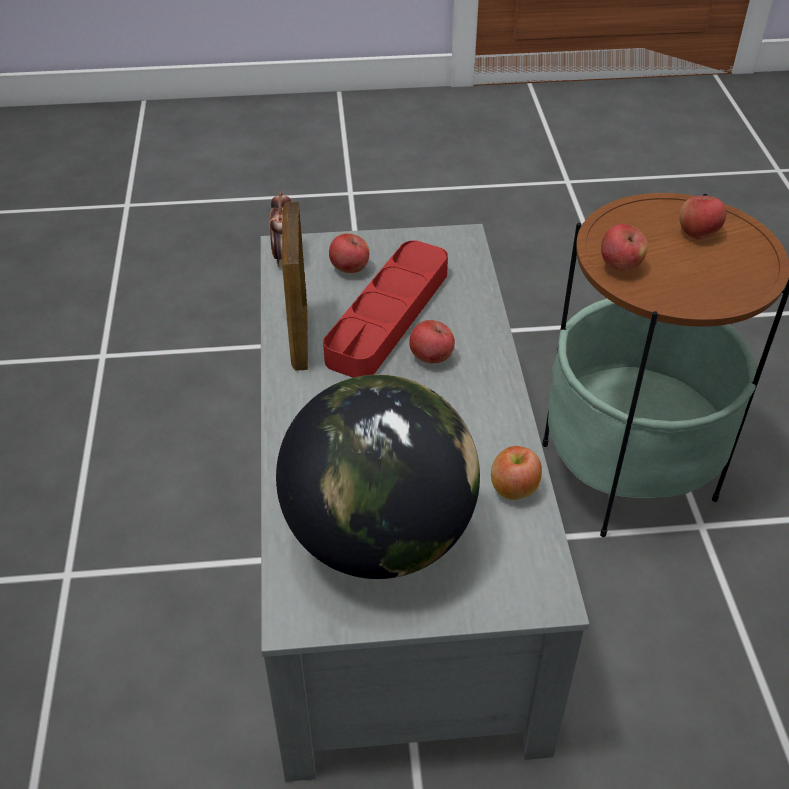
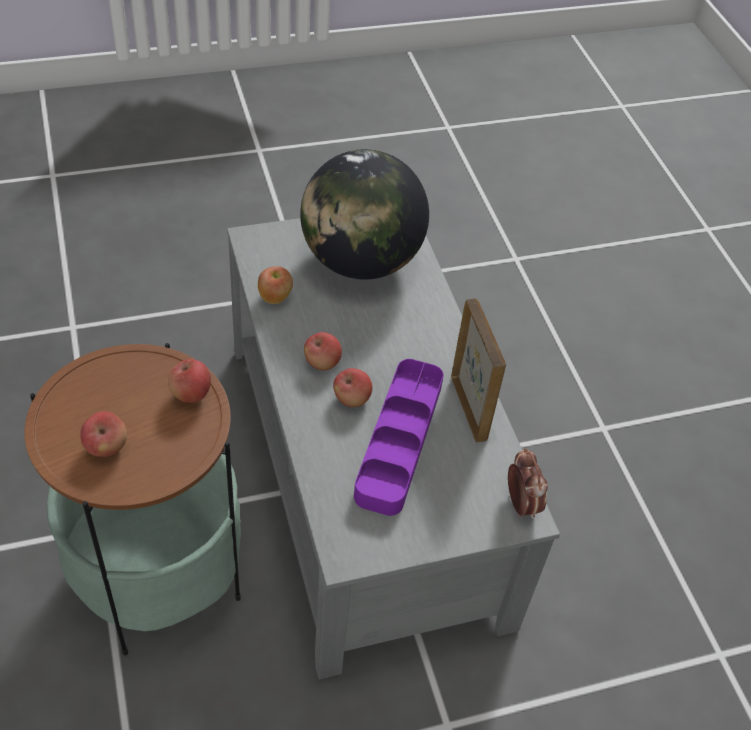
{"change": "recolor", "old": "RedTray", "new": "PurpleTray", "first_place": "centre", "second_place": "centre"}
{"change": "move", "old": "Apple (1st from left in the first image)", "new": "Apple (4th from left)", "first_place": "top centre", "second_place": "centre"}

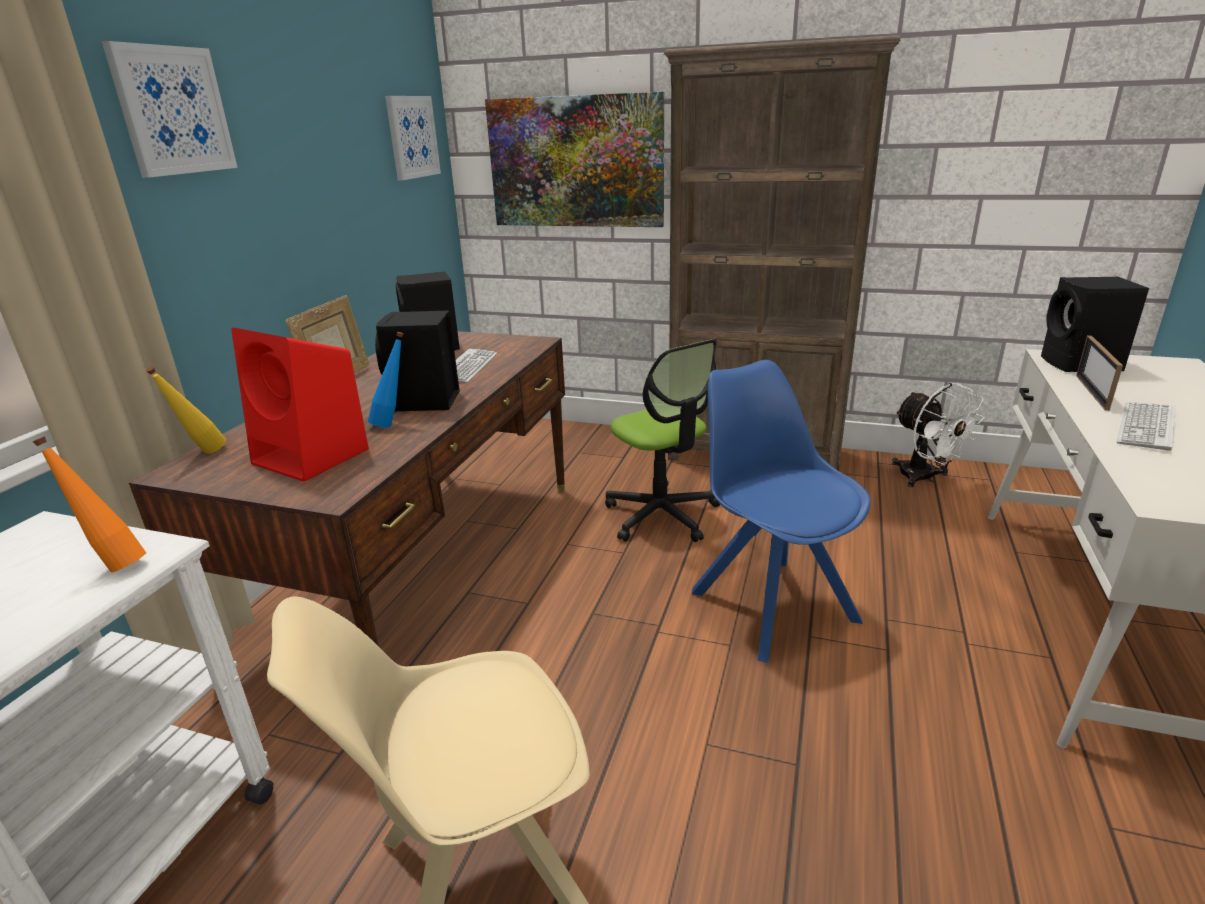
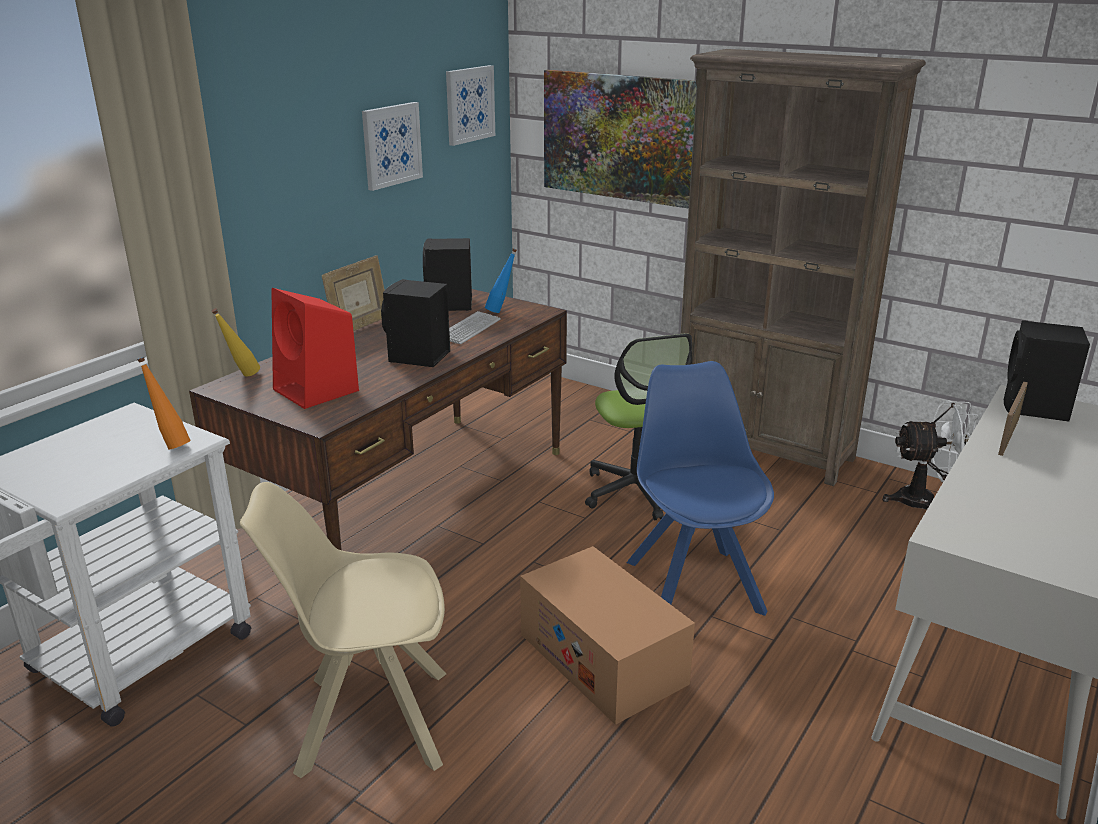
{"change": "move", "old": "Picture (1st from left)", "first_place": "top left", "second_place": "top centre"}
{"change": "move", "old": "BlueBottle", "first_place": "middle left", "second_place": "centre"}
{"change": "rotate", "old": "WhiteFan", "first_place": "middle right", "second_place": "middle right", "degrees": -75}
{"change": "delete", "old": "Keyboard (2nd from left)", "first_place": "middle right"}
{"change": "insert", "new": "CardboardBox", "second_place": "bottom centre"}

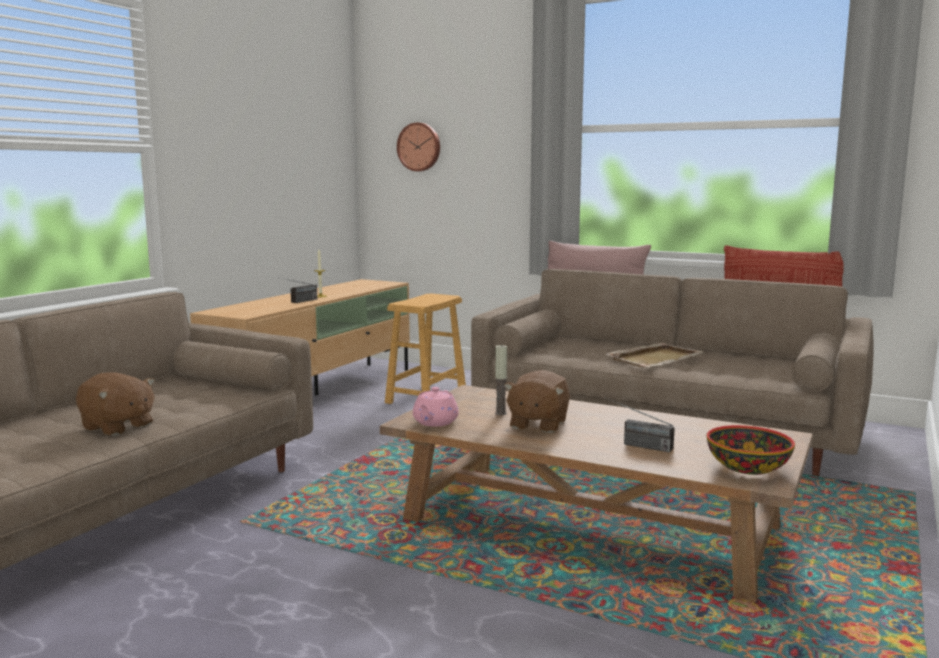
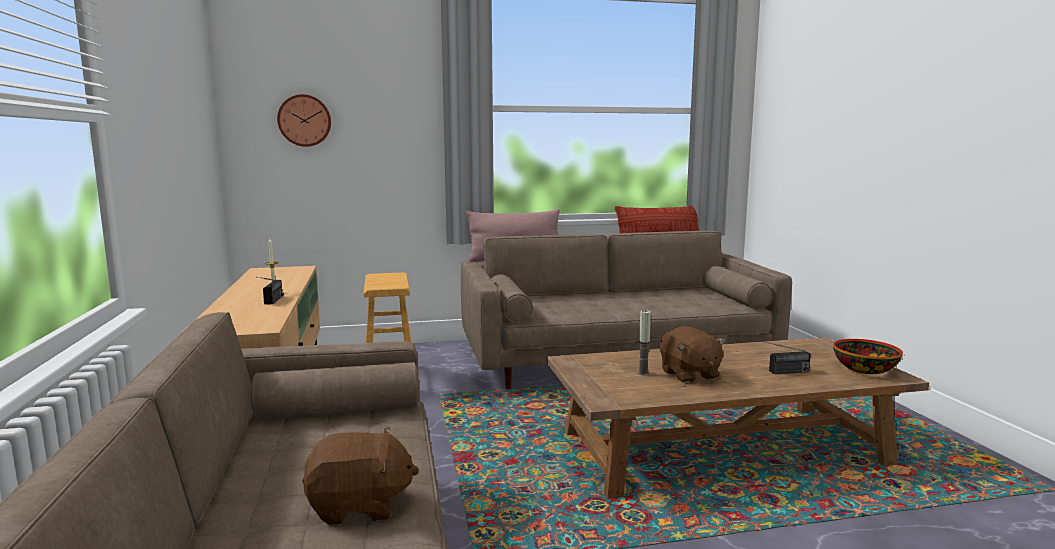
{"change": "delete", "old": "PinkTeapot", "first_place": "centre"}
{"change": "delete", "old": "BeigeTray", "first_place": "middle right"}

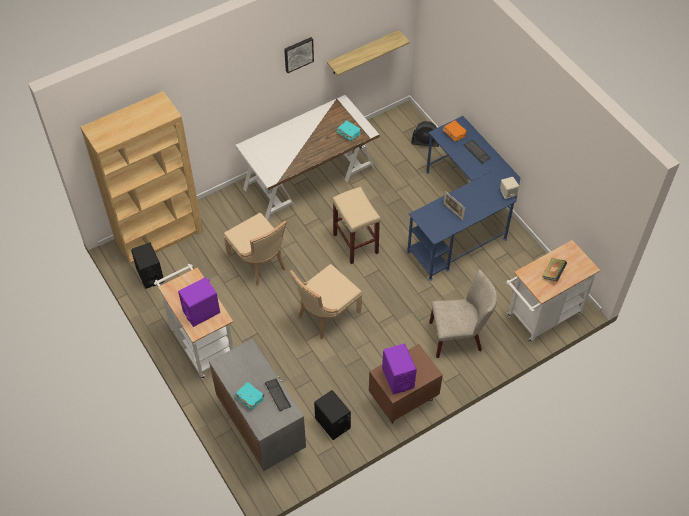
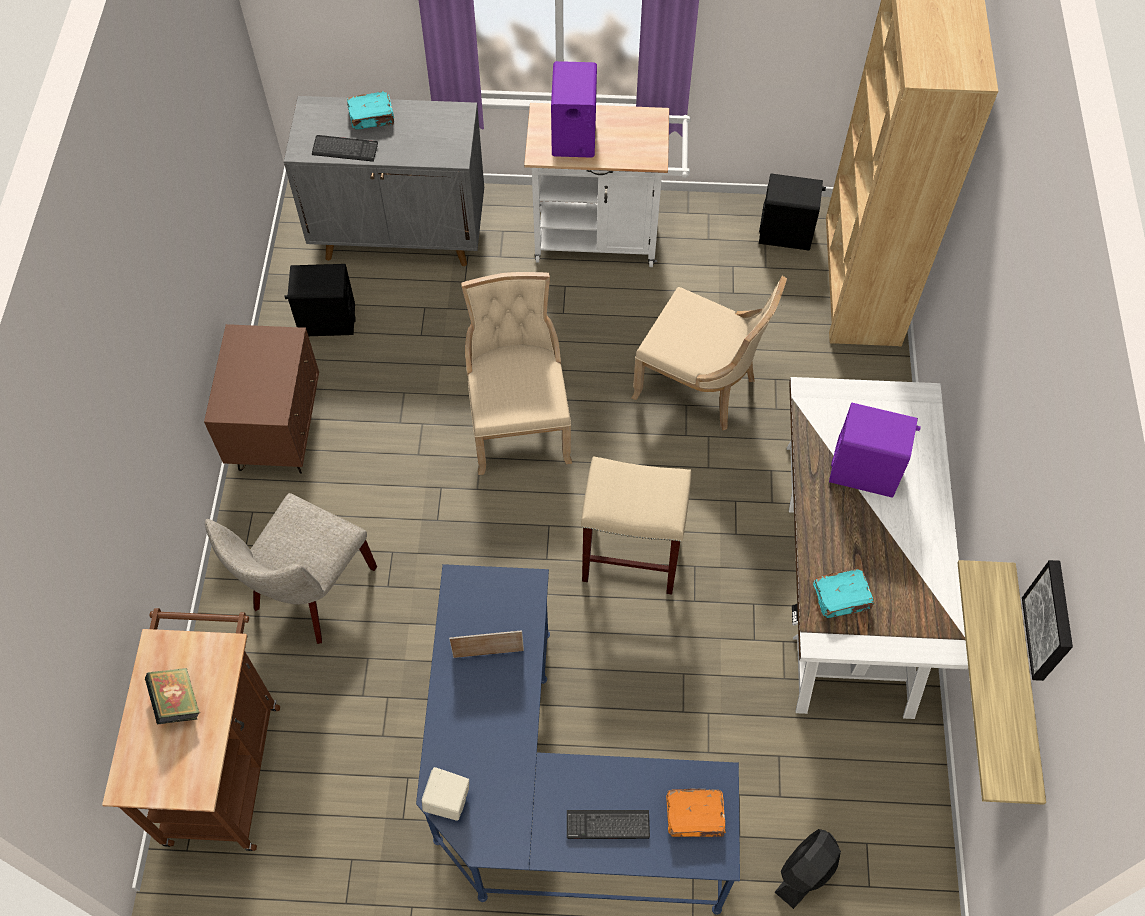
{"change": "rotate", "old": "BeigeChair (1st from left in the first image)", "first_place": "centre", "second_place": "centre", "degrees": -150}
{"change": "move", "old": "Picture", "first_place": "top centre", "second_place": "bottom right"}
{"change": "move", "old": "PurpleSpeaker (2nd from left)", "first_place": "bottom centre", "second_place": "middle right"}
{"change": "recolor", "old": "WhiteCart (2nd from left)", "new": "BrownCart", "first_place": "middle right", "second_place": "bottom left"}

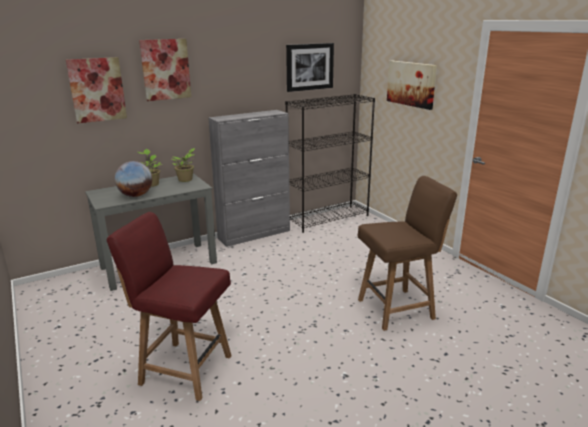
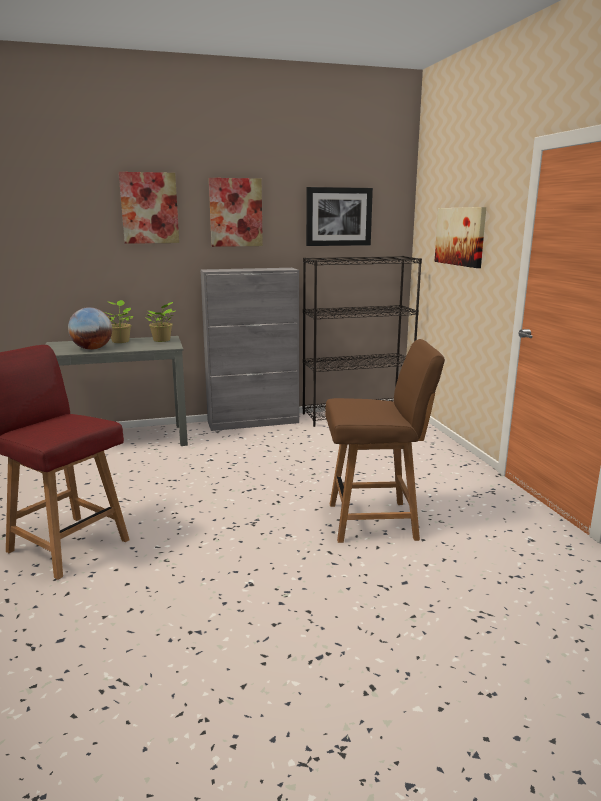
{"change": "move", "old": "Picture (1st from left in the first image)", "new": "Picture (2nd from left)", "first_place": "top left", "second_place": "top centre"}

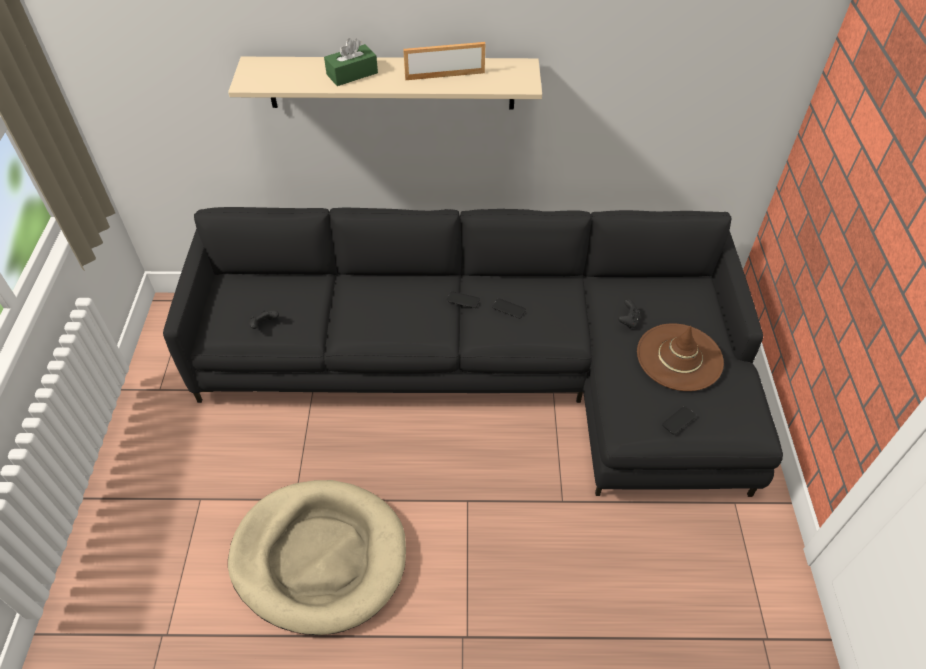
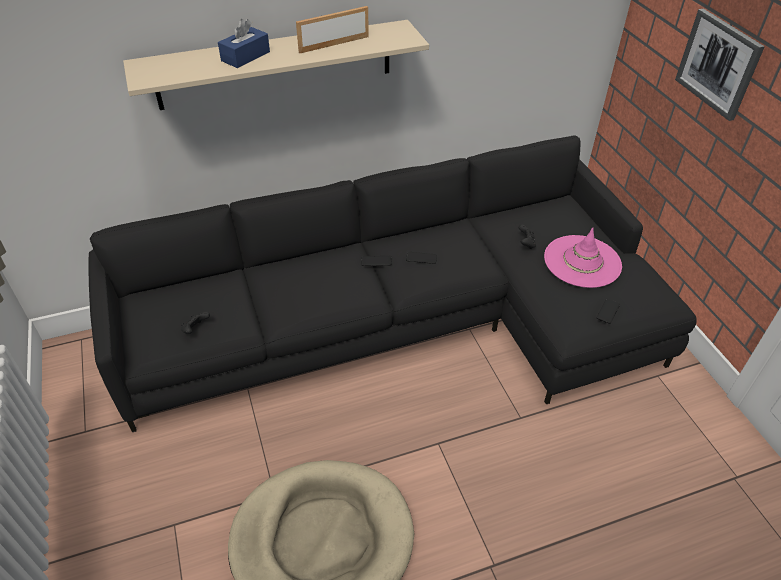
{"change": "recolor", "old": "GreenTissueBox", "new": "BlueTissueBox", "first_place": "top centre", "second_place": "top left"}
{"change": "recolor", "old": "BrownHat", "new": "PinkHat", "first_place": "middle right", "second_place": "middle right"}
{"change": "insert", "new": "Picture", "second_place": "top right"}

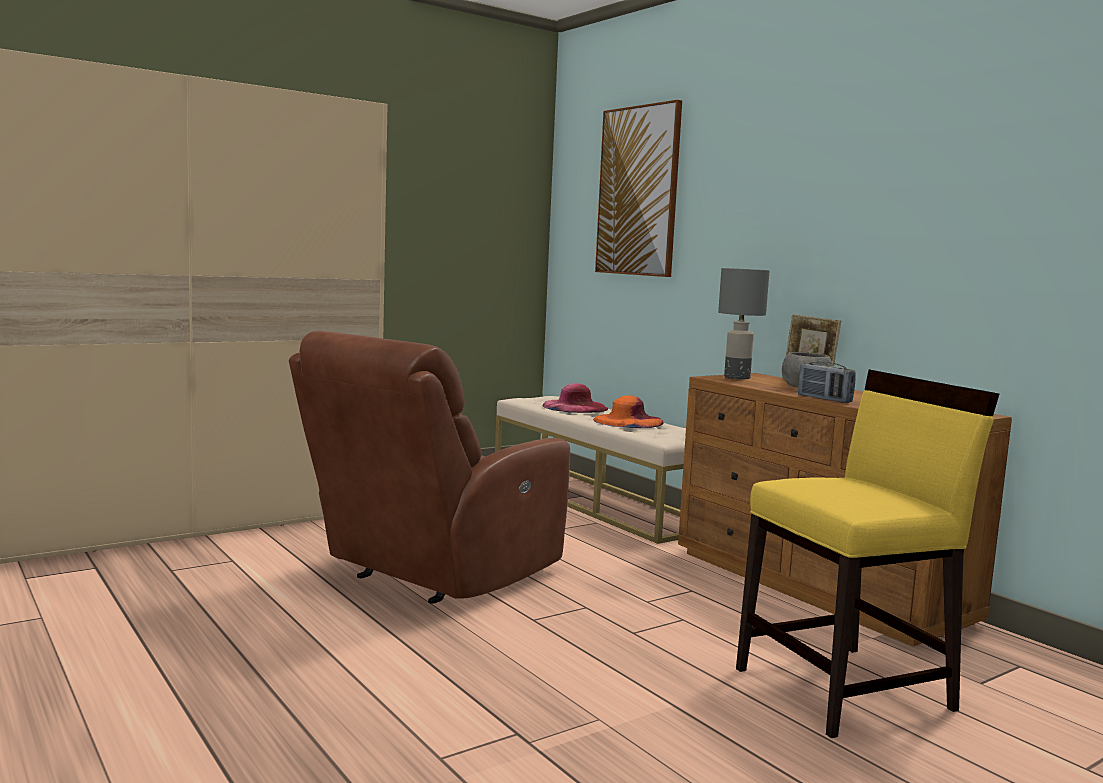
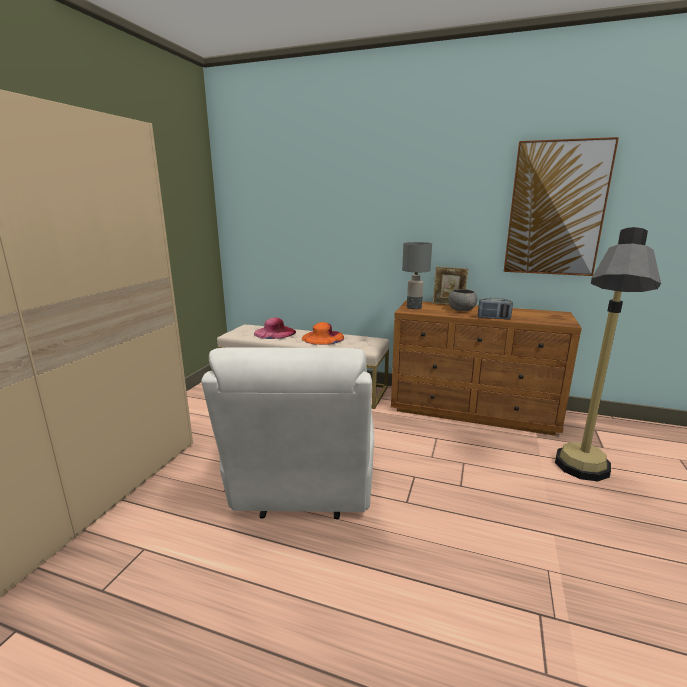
{"change": "recolor", "old": "BrownArmchair", "new": "WhiteArmchair", "first_place": "centre", "second_place": "centre"}
{"change": "move", "old": "Picture", "first_place": "top centre", "second_place": "top right"}
{"change": "replace", "old": "YellowChair", "new": "FloorLamp", "first_place": "bottom right", "second_place": "middle right"}

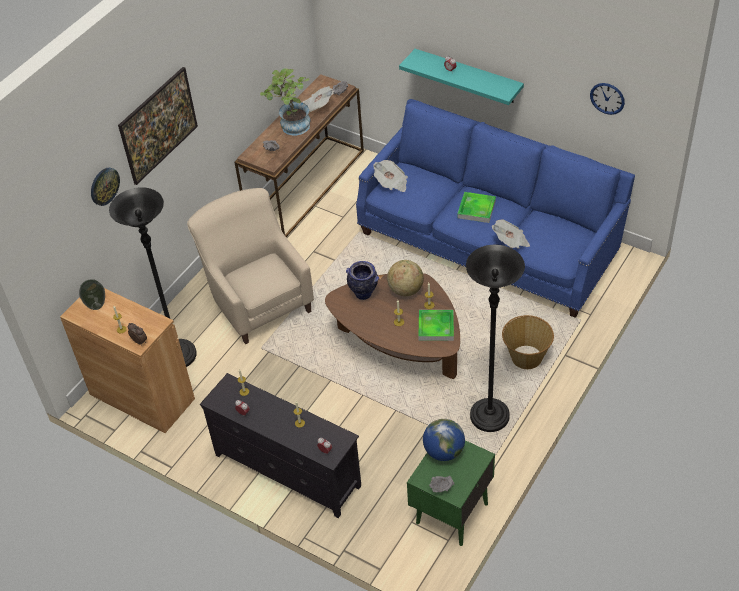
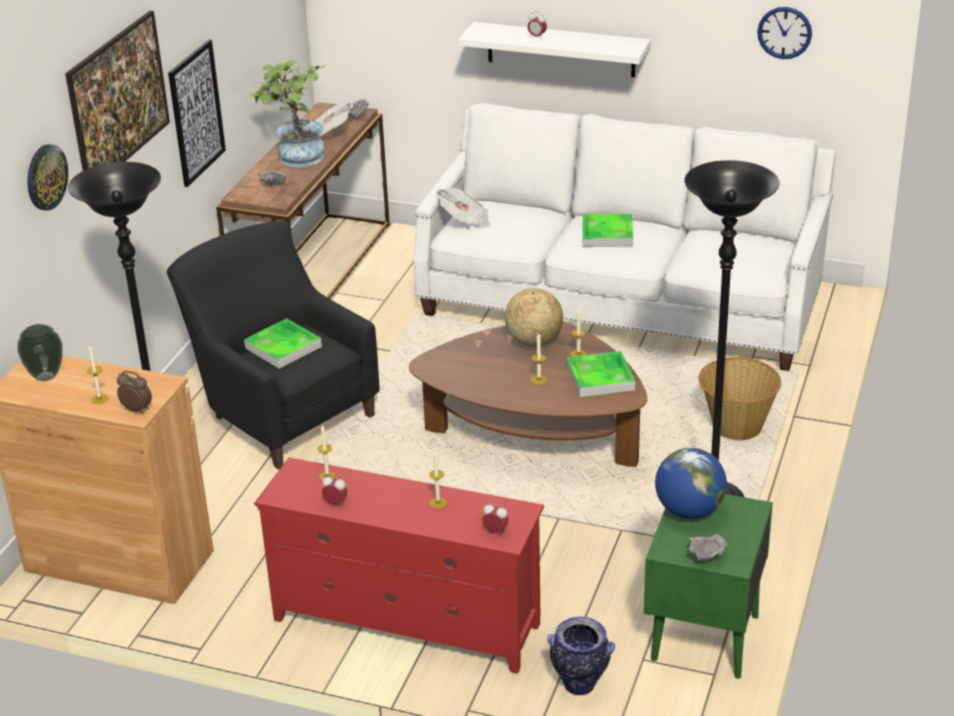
{"change": "recolor", "old": "BeigeArmchair", "new": "BlackArmchair", "first_place": "centre", "second_place": "middle left"}
{"change": "recolor", "old": "BlackTvStand", "new": "RedTvStand", "first_place": "bottom centre", "second_place": "bottom centre"}
{"change": "move", "old": "Vase (2nd from left)", "first_place": "centre", "second_place": "bottom centre"}
{"change": "recolor", "old": "BlueSofa", "new": "WhiteSofa", "first_place": "middle right", "second_place": "top centre"}
{"change": "recolor", "old": "TurquoiseShelf", "new": "WhiteShelf", "first_place": "top centre", "second_place": "top centre"}
{"change": "delete", "old": "Newspaper (3rd from left)", "first_place": "middle right"}
{"change": "insert", "new": "Picture (2nd from left)", "second_place": "top left"}
{"change": "insert", "new": "Tray (1st from left)", "second_place": "middle left"}

